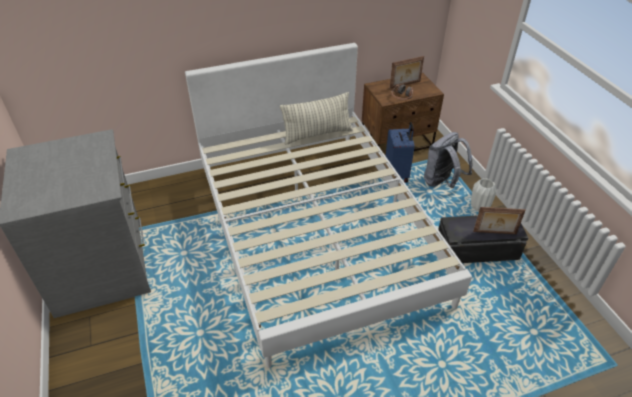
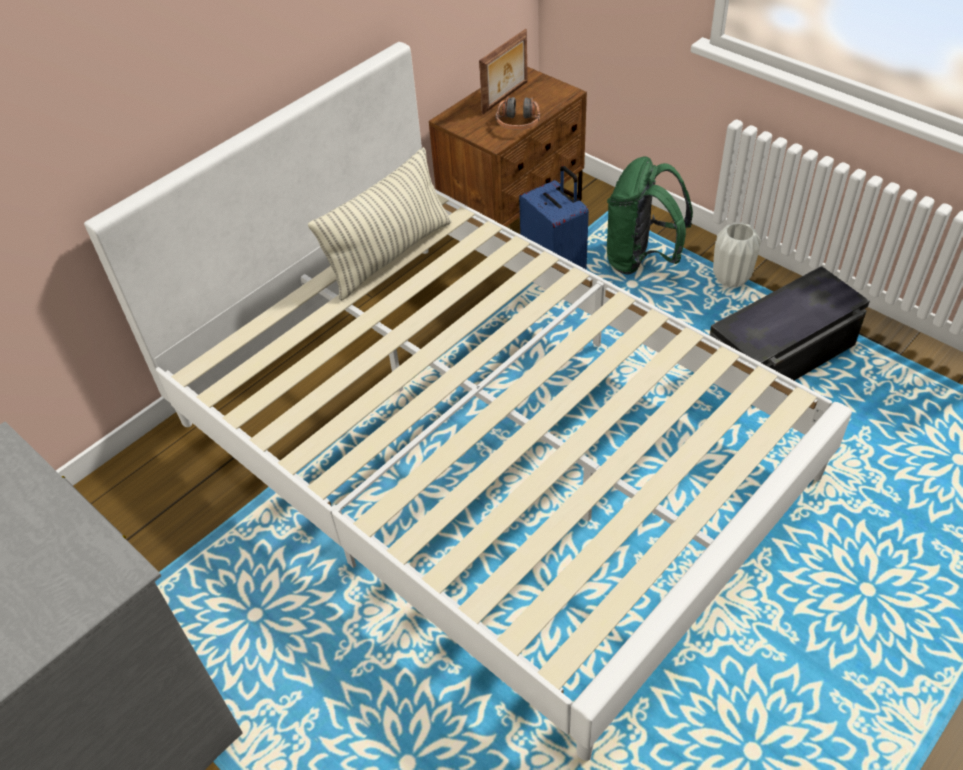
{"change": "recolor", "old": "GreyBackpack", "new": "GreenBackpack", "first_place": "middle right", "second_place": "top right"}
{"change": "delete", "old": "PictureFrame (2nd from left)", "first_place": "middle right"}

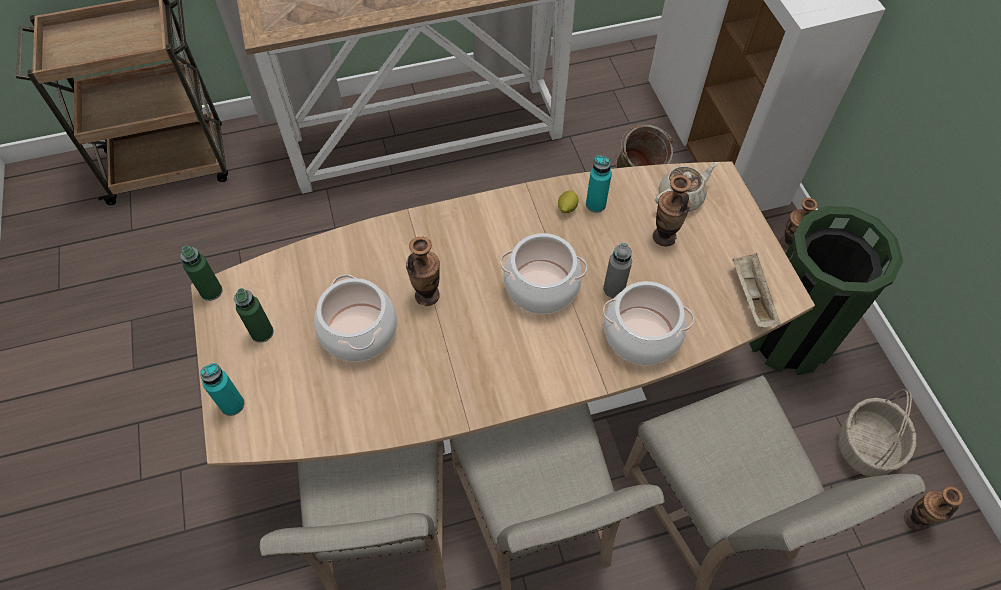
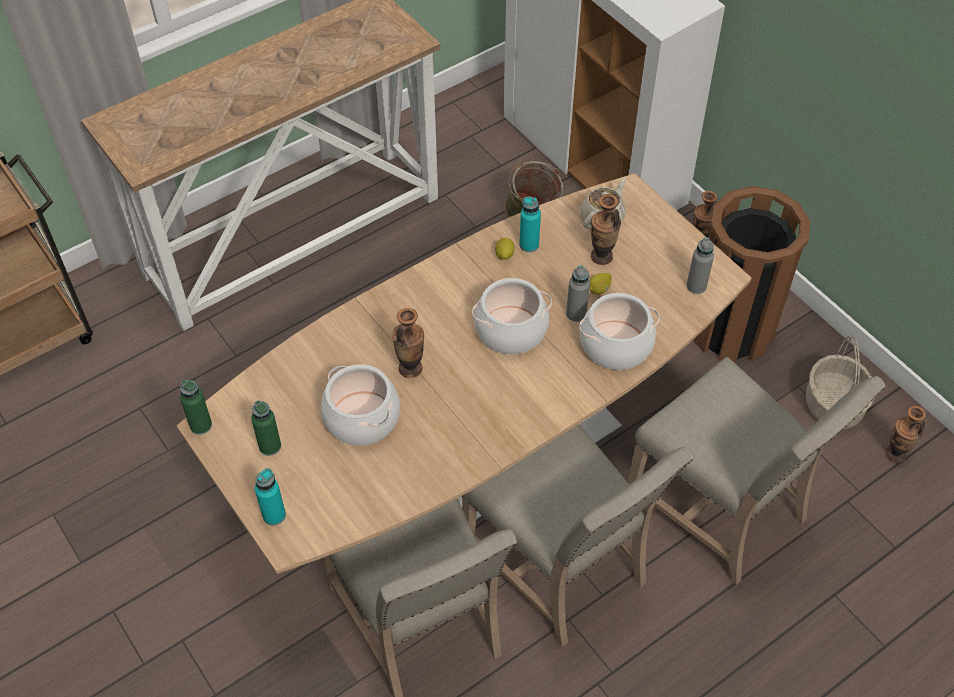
{"change": "replace", "old": "BeigeTray", "new": "GreyBottle (2nd from left)", "first_place": "middle right", "second_place": "middle right"}
{"change": "recolor", "old": "GreenTrashCan", "new": "BrownTrashCan", "first_place": "middle right", "second_place": "middle right"}
{"change": "insert", "new": "Lemon (2nd from left)", "second_place": "centre"}

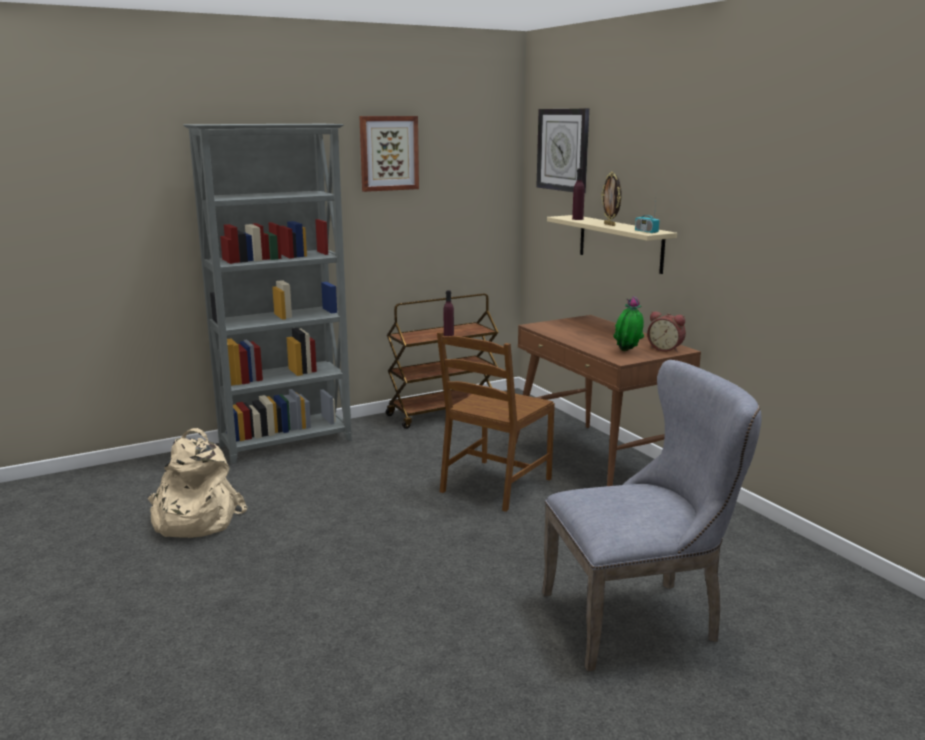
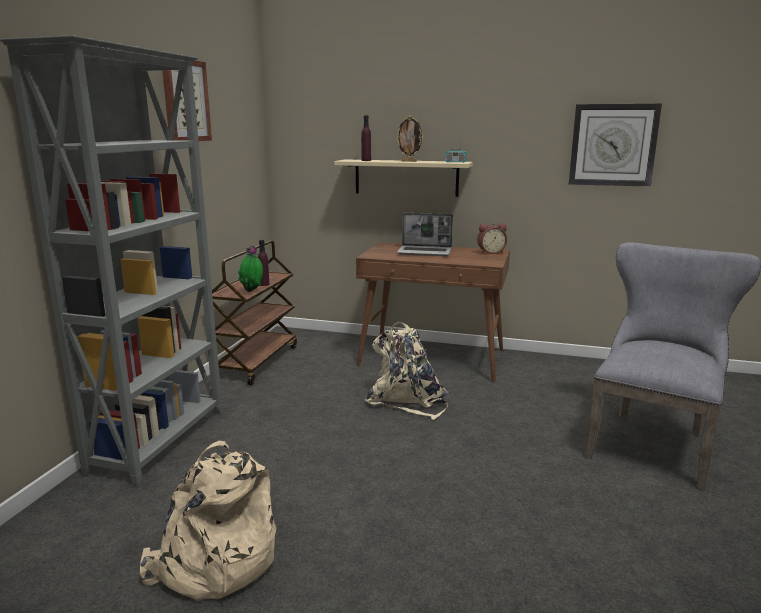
{"change": "replace", "old": "BrownChair", "new": "BeigeBackpack (2nd from left)", "first_place": "centre", "second_place": "centre"}
{"change": "move", "old": "WallClock", "first_place": "top centre", "second_place": "top right"}
{"change": "move", "old": "PottedPlant", "first_place": "middle right", "second_place": "middle left"}
{"change": "insert", "new": "Laptop", "second_place": "centre"}

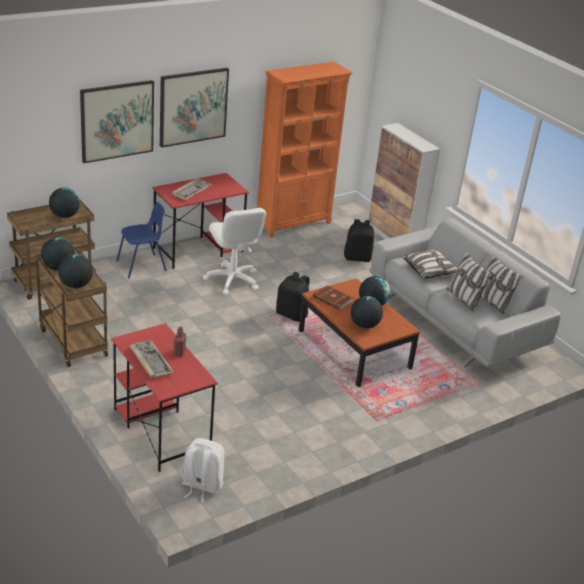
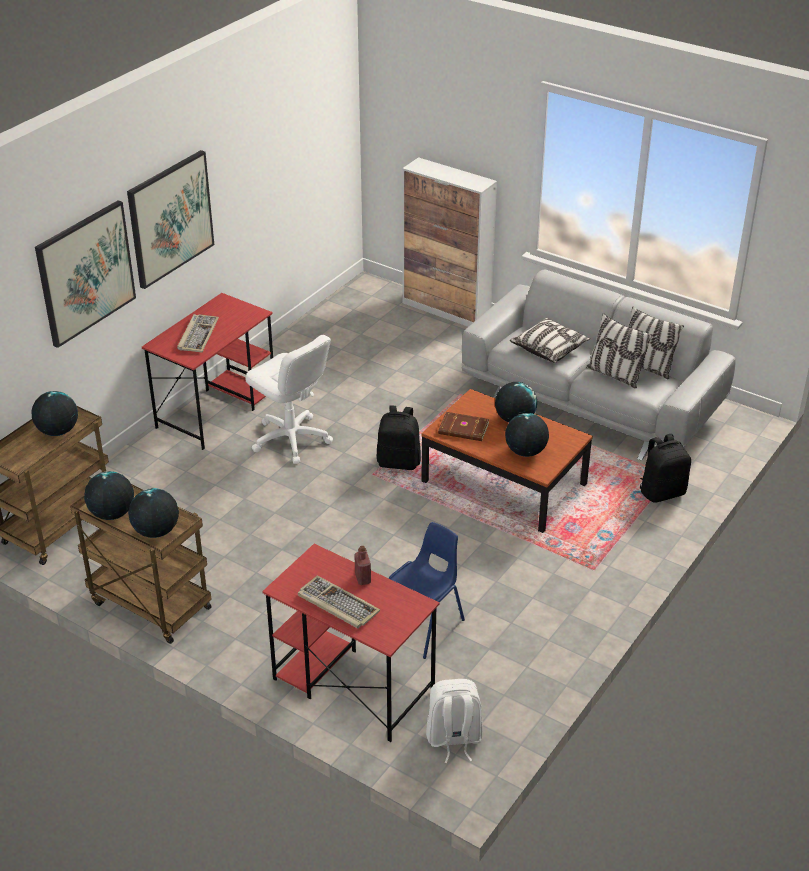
{"change": "move", "old": "BlueChair", "first_place": "middle left", "second_place": "bottom centre"}
{"change": "delete", "old": "OrangeBookcase", "first_place": "top centre"}
{"change": "move", "old": "BlackBackpack (2nd from left)", "first_place": "centre", "second_place": "middle right"}

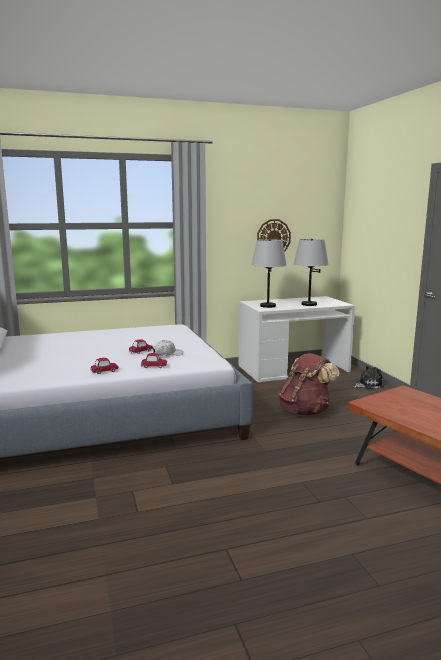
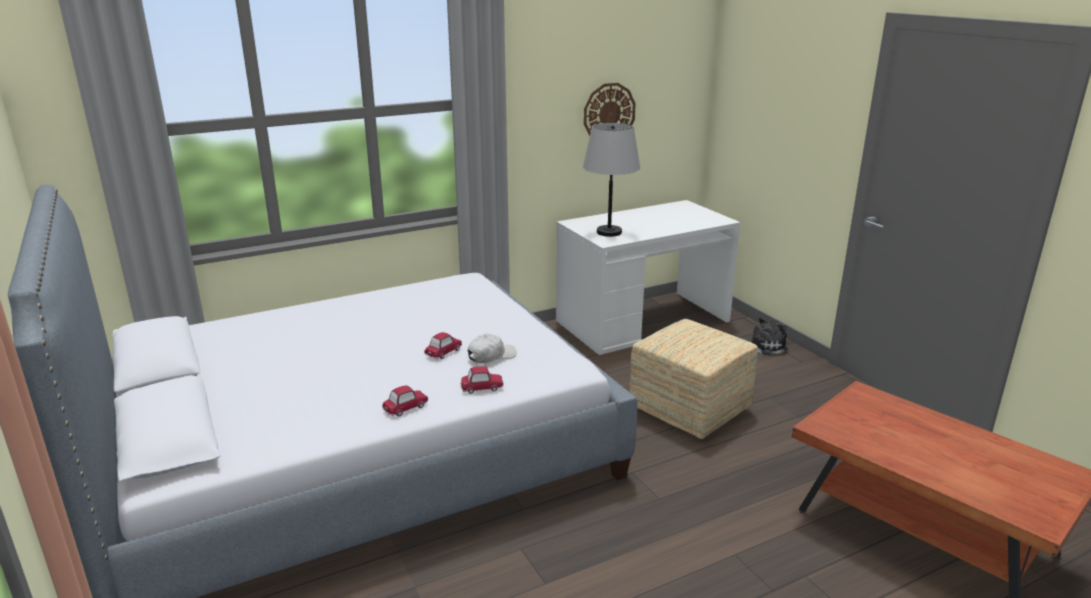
{"change": "replace", "old": "BrownBackpack", "new": "Ottoman", "first_place": "middle right", "second_place": "centre"}
{"change": "delete", "old": "GreyTableLamp (2nd from left)", "first_place": "middle right"}

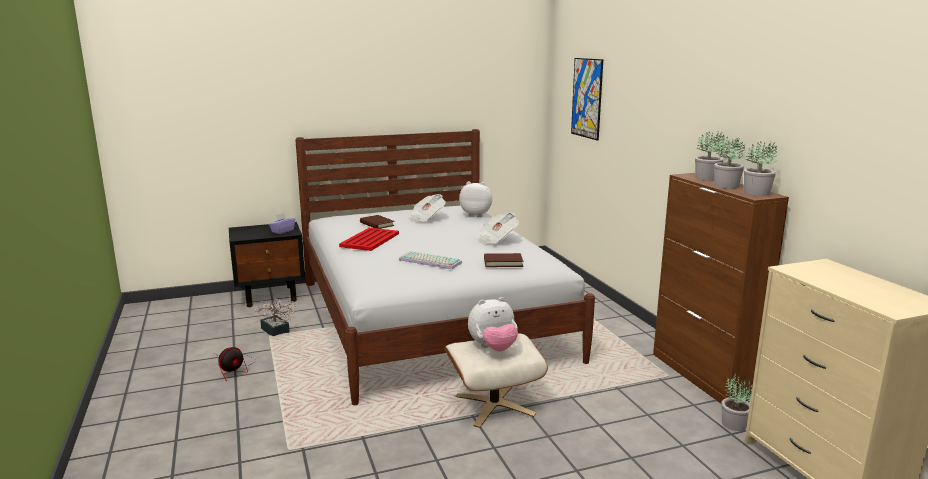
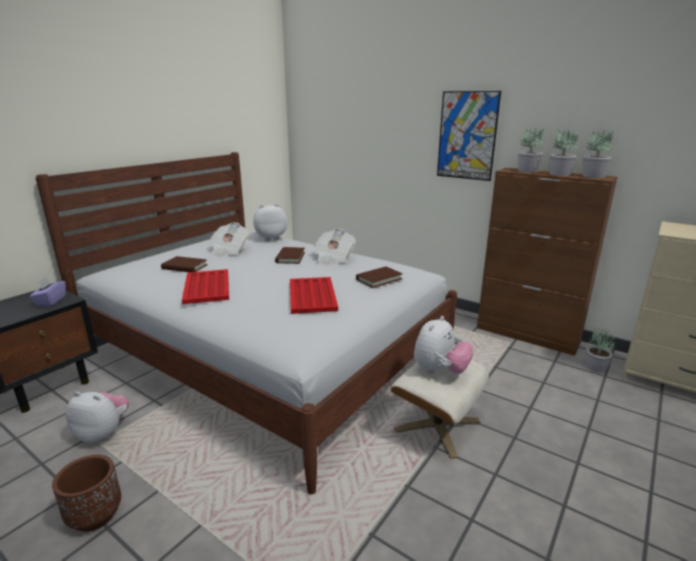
{"change": "replace", "old": "Fan", "new": "BrownPlanter", "first_place": "bottom left", "second_place": "bottom left"}
{"change": "replace", "old": "PottedPlant (1st from left)", "new": "PlushToy (1st from left)", "first_place": "middle left", "second_place": "bottom left"}
{"change": "replace", "old": "Keyboard", "new": "RedTray (2nd from left)", "first_place": "centre", "second_place": "centre"}
{"change": "move", "old": "Picture", "first_place": "top centre", "second_place": "top right"}
{"change": "insert", "new": "BrownBook (2nd from left)", "second_place": "centre"}

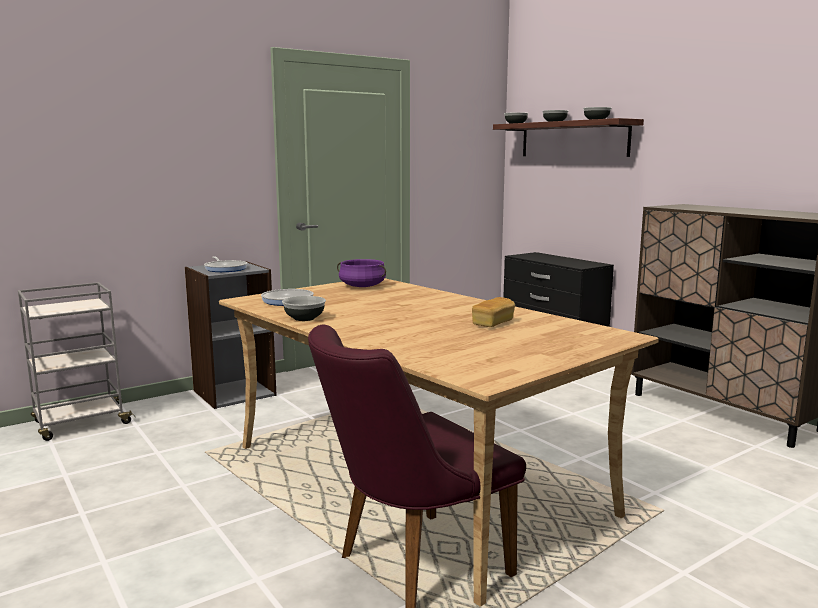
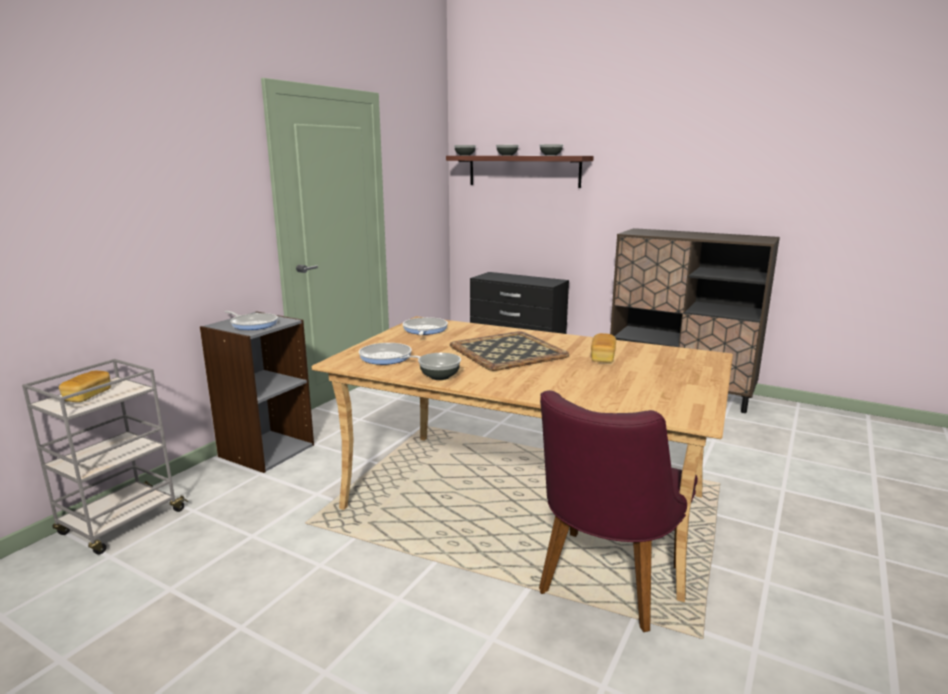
{"change": "replace", "old": "PurpleCookingPot", "new": "FryingPan (3rd from left)", "first_place": "centre", "second_place": "centre"}
{"change": "insert", "new": "Bread (1st from left)", "second_place": "middle left"}
{"change": "insert", "new": "Tray", "second_place": "centre"}

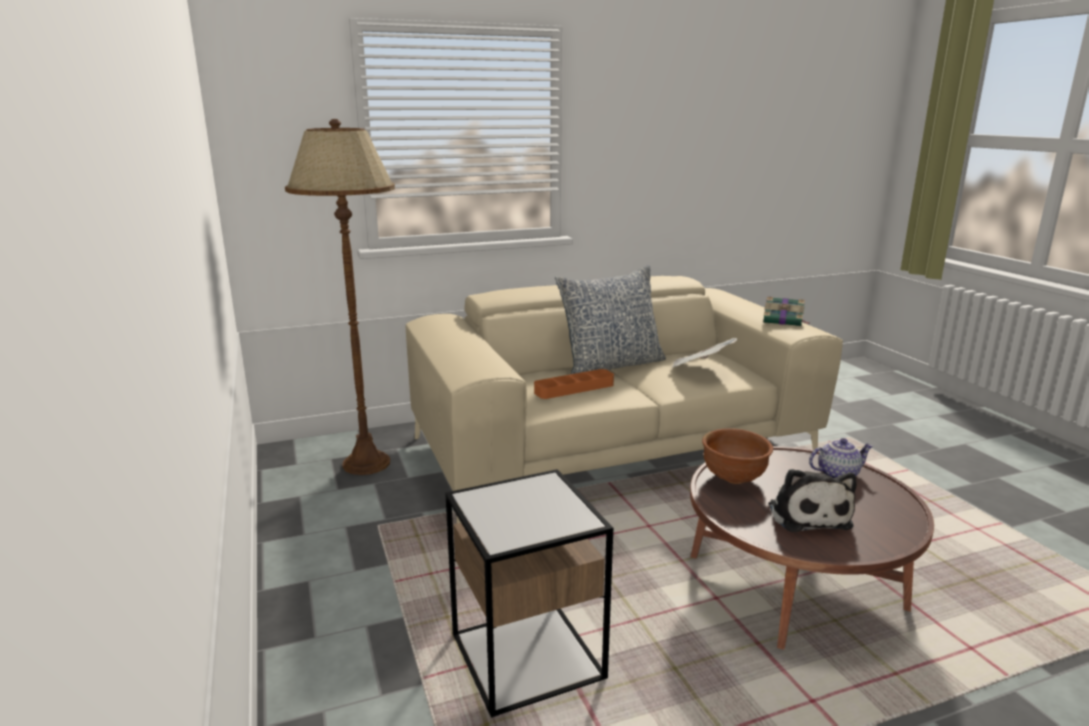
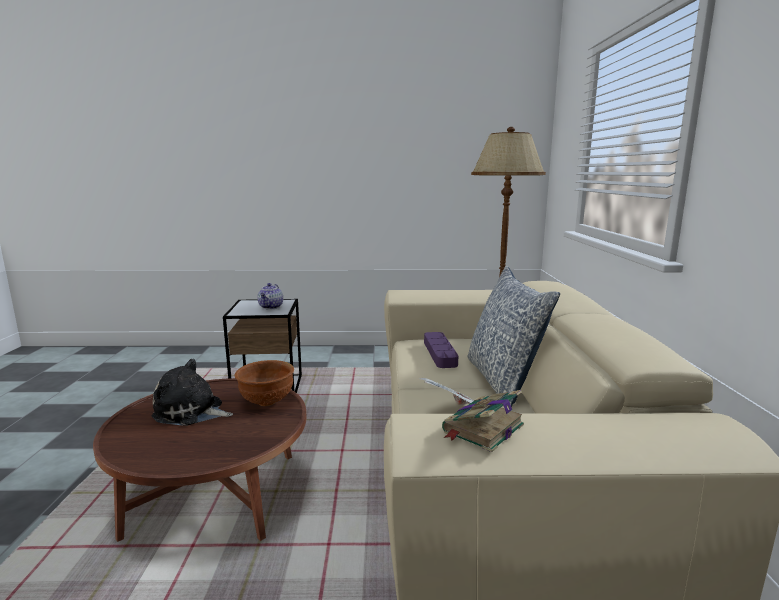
{"change": "recolor", "old": "OrangeTray", "new": "PurpleTray", "first_place": "centre", "second_place": "centre"}
{"change": "move", "old": "Teapot", "first_place": "middle right", "second_place": "centre"}

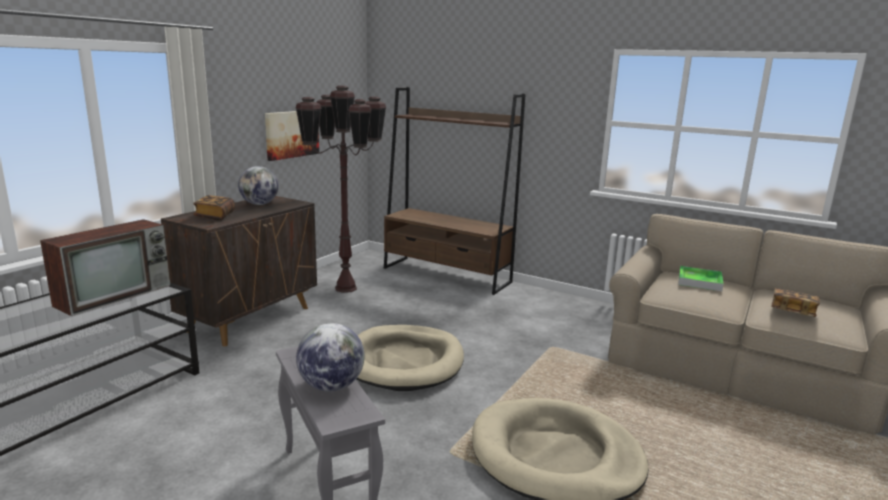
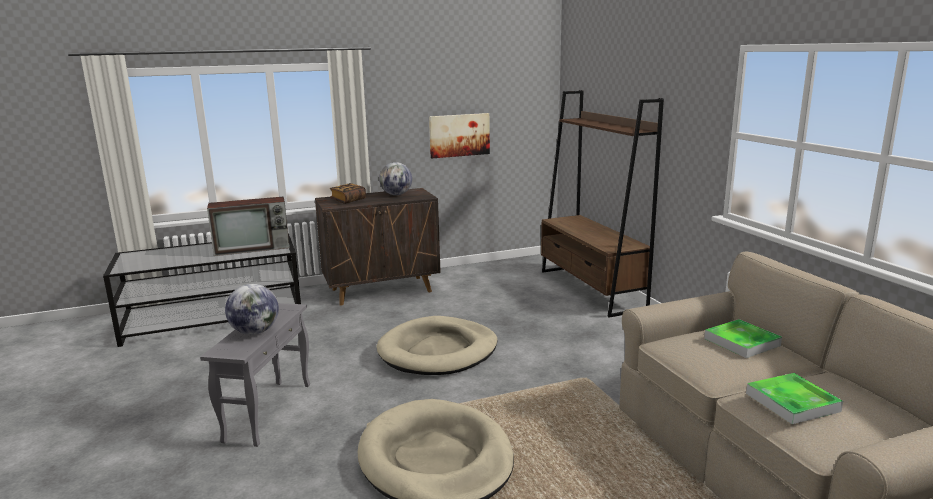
{"change": "delete", "old": "BrownFloorLamp", "first_place": "centre"}
{"change": "replace", "old": "Book (2nd from left)", "new": "Tray (2nd from left)", "first_place": "middle right", "second_place": "bottom right"}

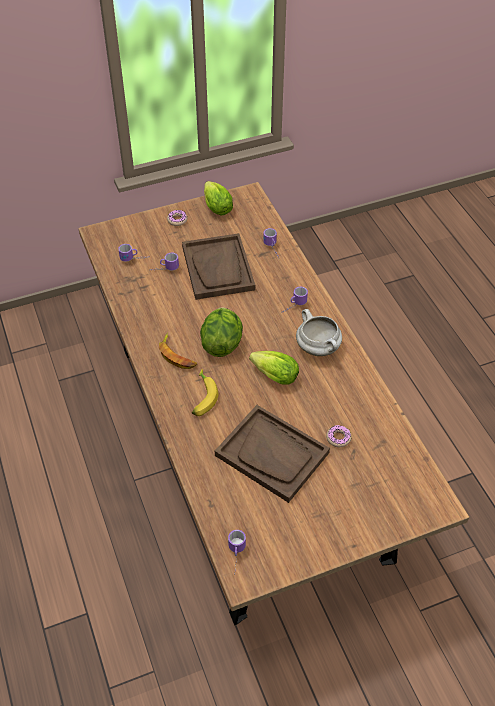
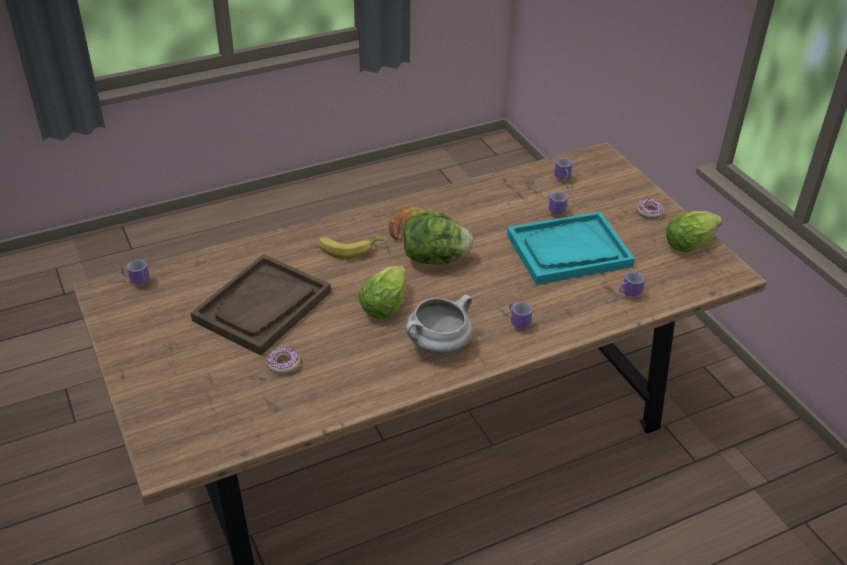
{"change": "recolor", "old": "BrownTray (1st from left)", "new": "TurquoiseTray", "first_place": "centre", "second_place": "middle right"}

